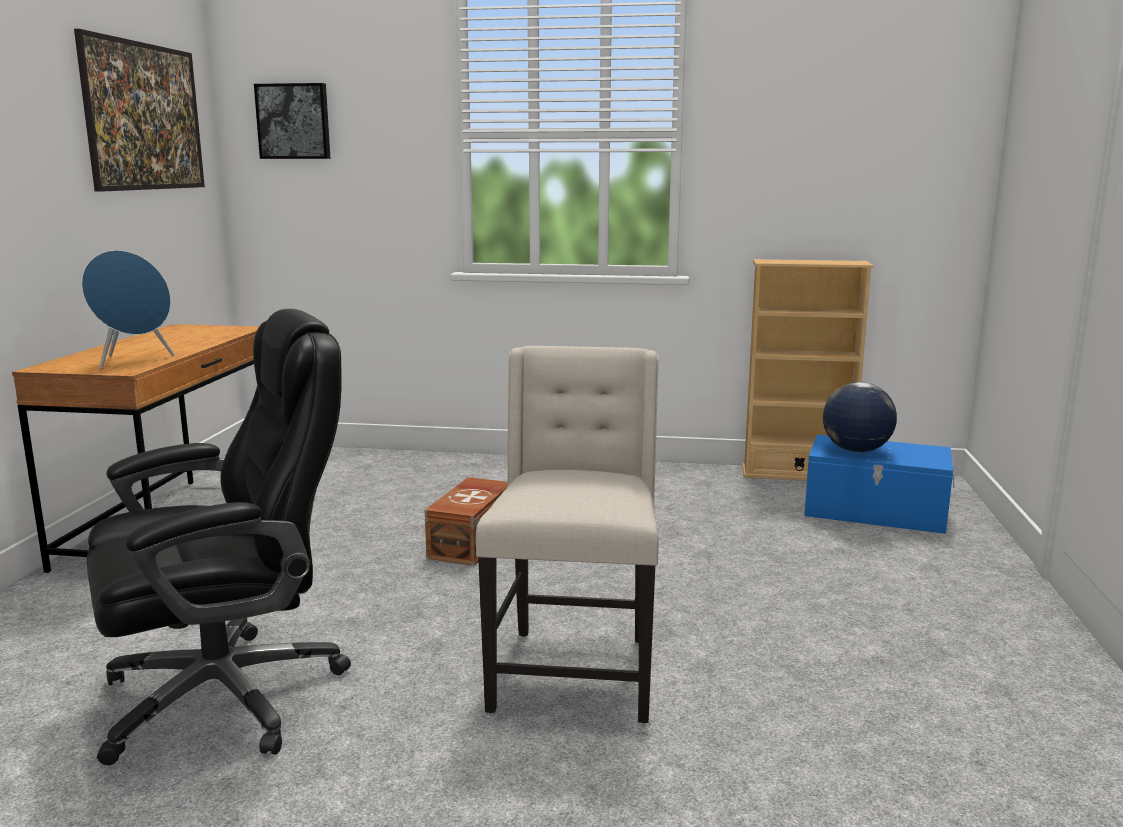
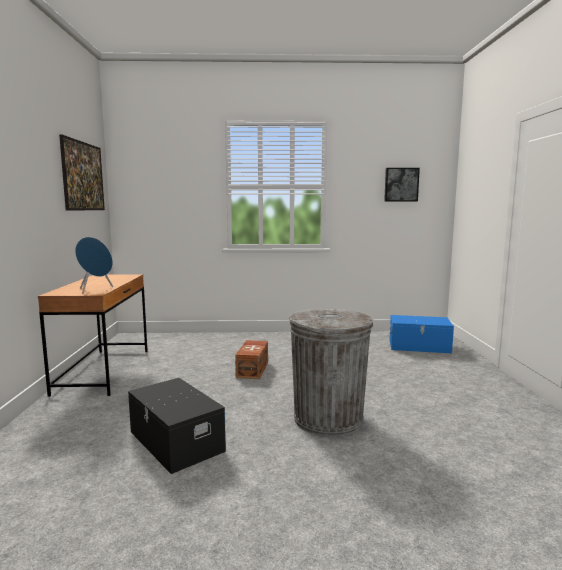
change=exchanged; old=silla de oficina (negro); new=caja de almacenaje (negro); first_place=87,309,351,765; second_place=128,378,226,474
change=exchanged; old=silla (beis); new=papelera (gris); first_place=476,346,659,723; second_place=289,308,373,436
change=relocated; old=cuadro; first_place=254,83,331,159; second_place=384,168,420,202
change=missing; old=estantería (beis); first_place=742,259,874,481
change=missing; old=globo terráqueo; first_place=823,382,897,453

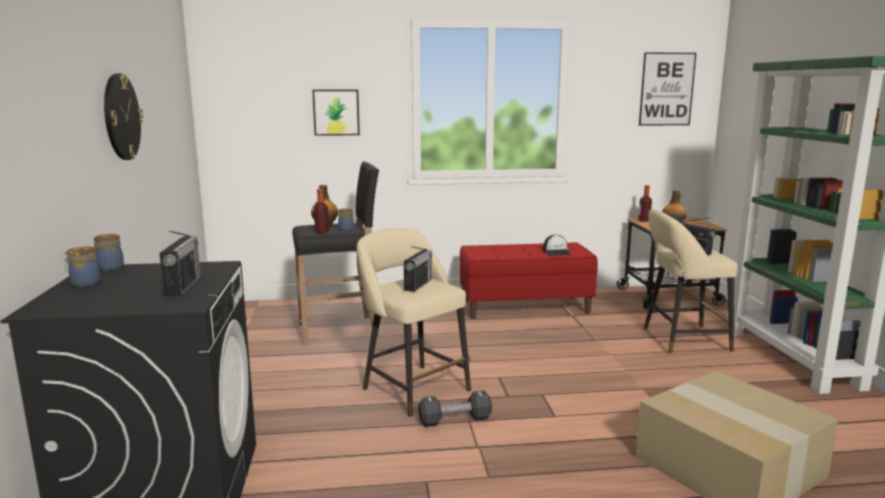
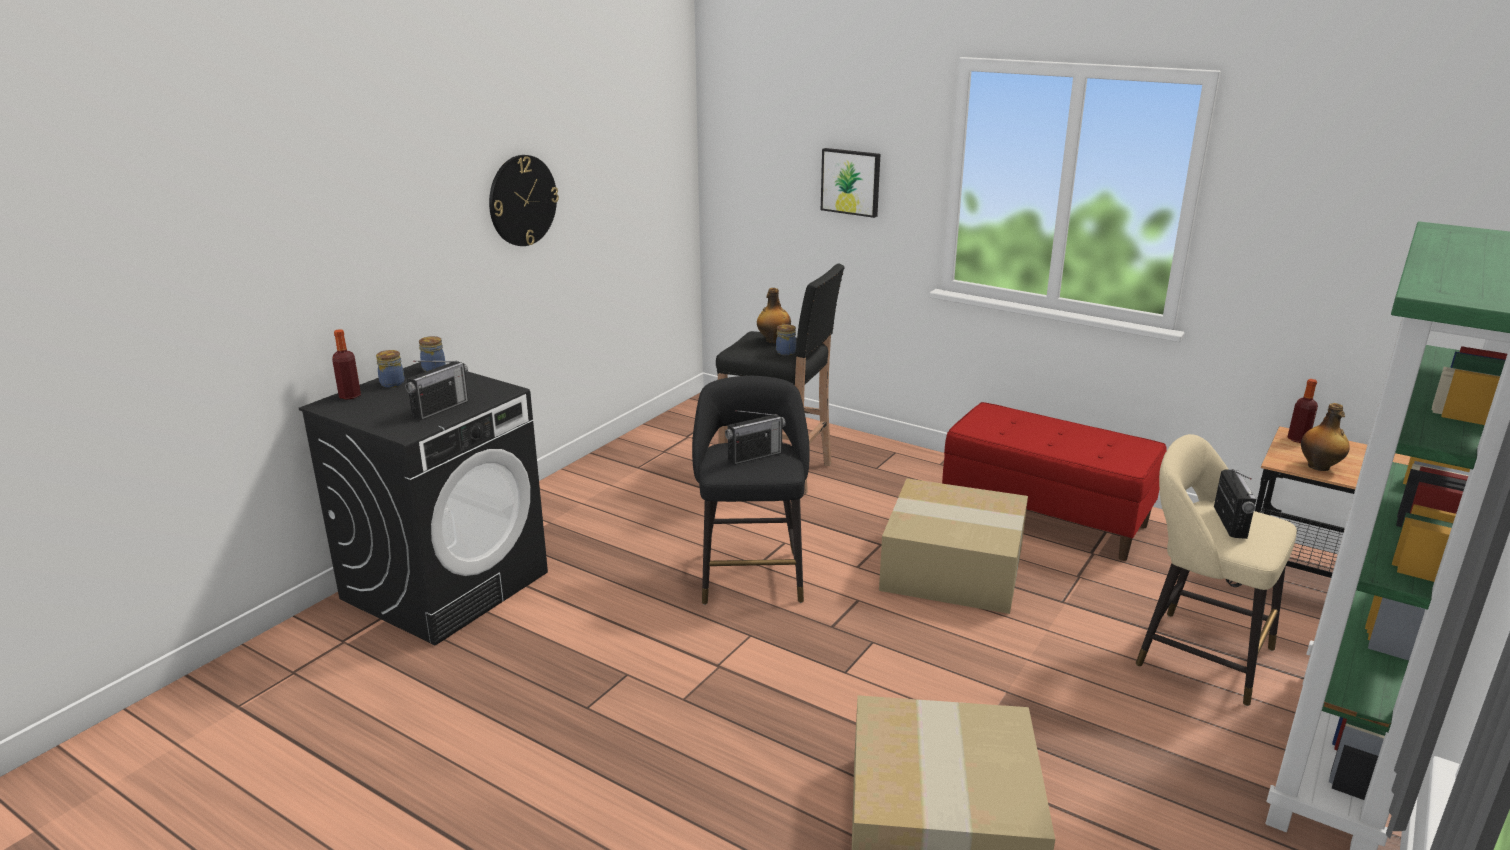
change=relocated; old=botella; first_place=314,189,329,234; second_place=332,329,361,400
change=colour; old=taburete (beis); new=taburete (negro); first_place=357,228,471,417; second_place=692,376,810,605
change=appeared; new=caja de cartón; second_place=879,478,1028,614
change=missing; old=mancuerna (negro); first_place=418,390,492,427
change=missing; old=gorra; first_place=543,234,572,256
change=missing; old=cuadro; first_place=639,53,696,126

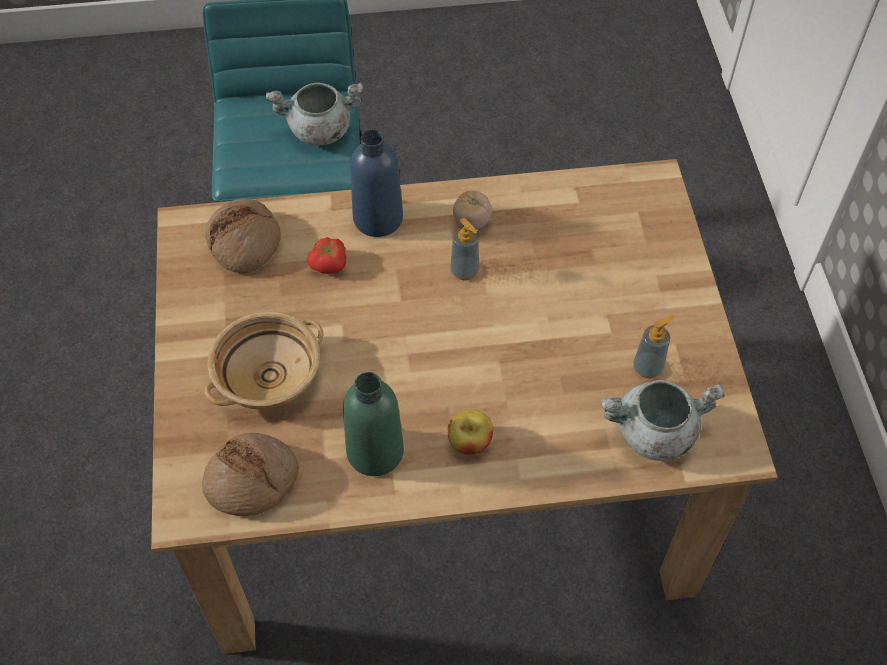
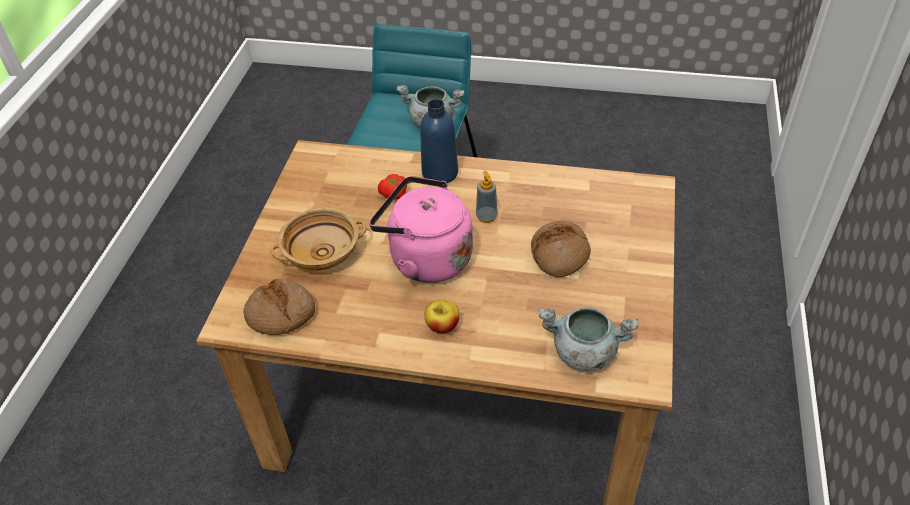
change=appeared; new=hervidor (rosa); second_place=369,176,473,283
change=relocated; old=pan; first_place=205,199,281,274; second_place=531,220,591,277
change=missing; old=botella (verde); first_place=343,372,404,476
change=missing; old=tomate; first_place=453,190,492,230
change=missing; old=dispensador de jabón; first_place=633,315,675,378

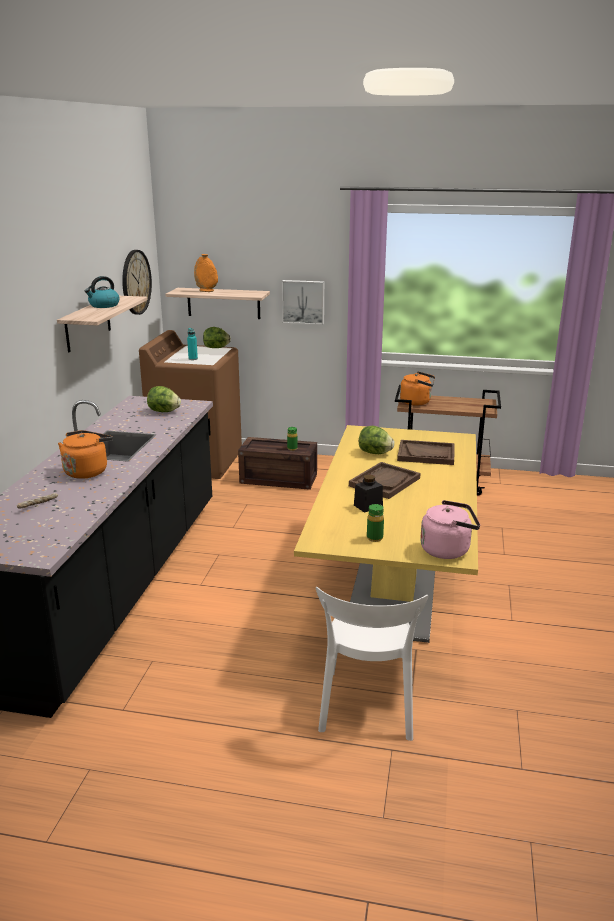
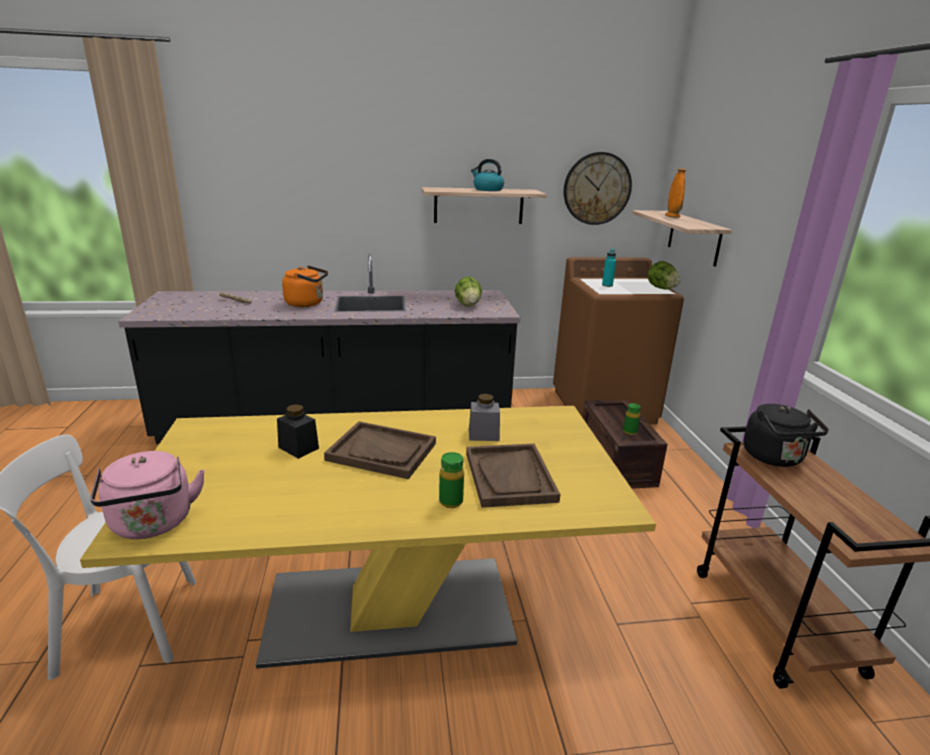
change=relocated; old=botella (verde); first_place=367,504,384,542; second_place=439,452,464,508
change=exchanged; old=lechuga; new=tarro (gris); first_place=359,426,394,454; second_place=469,394,500,441
change=colour; old=hervidor (naranja); new=hervidor (negro); first_place=400,371,435,406; second_place=744,404,829,467
change=missing; old=cuadro; first_place=282,280,324,325

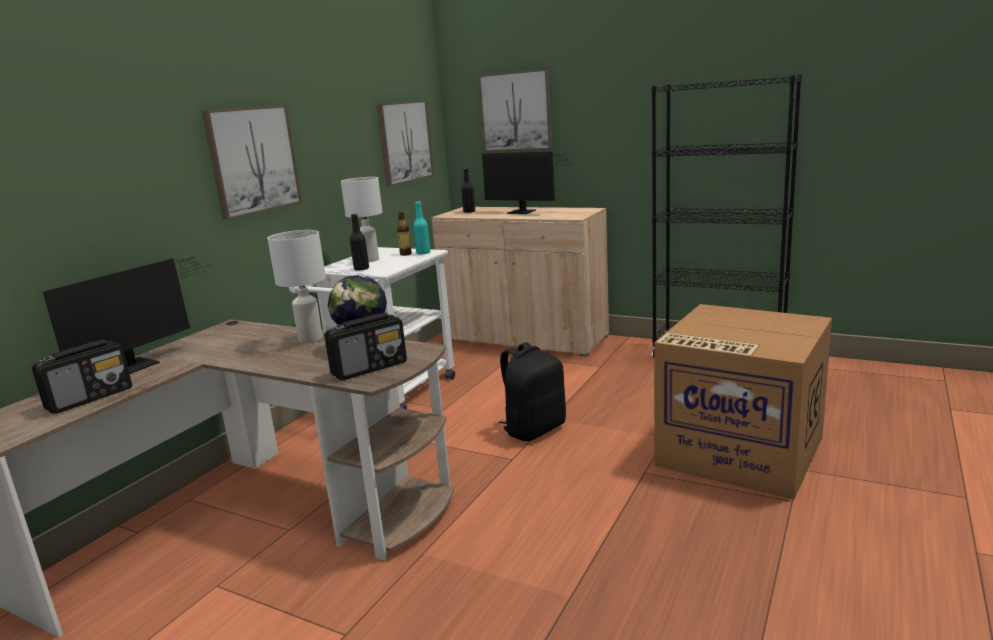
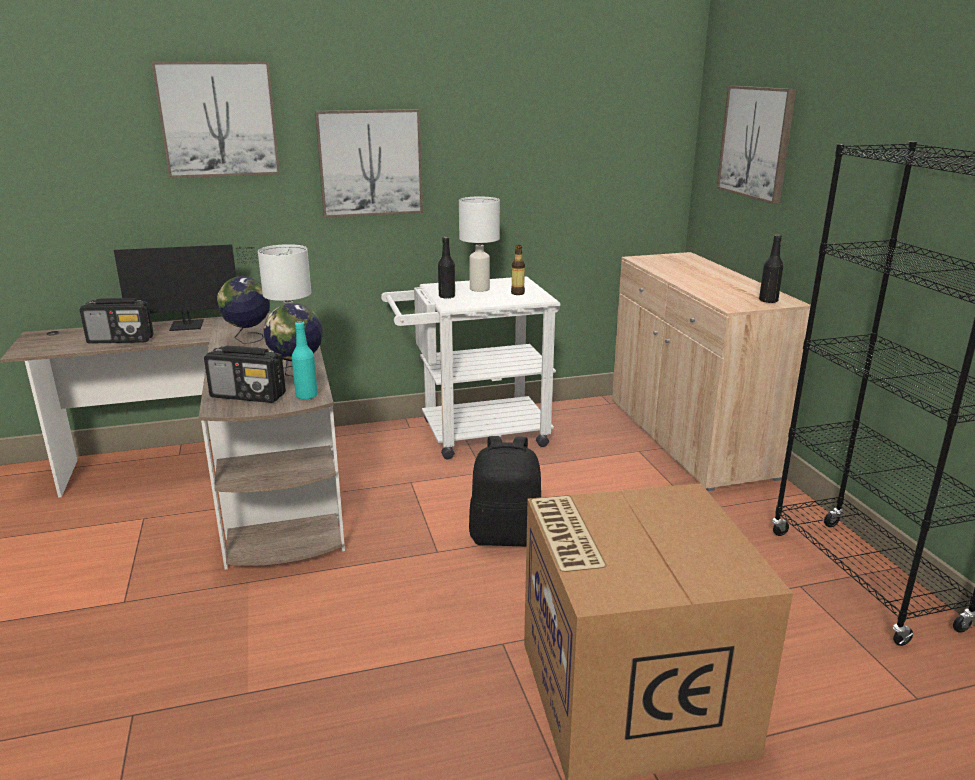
change=relocated; old=cuadro; first_place=377,100,434,186; second_place=151,61,280,178
change=appeared; new=globo terráqueo; second_place=217,276,270,344
change=relocated; old=botella (turquesa); first_place=413,201,430,254; second_place=292,321,318,400
change=relocated; old=botella (negro); first_place=461,168,475,213; second_place=759,235,783,303
change=missing; old=monitor; first_place=482,152,577,214

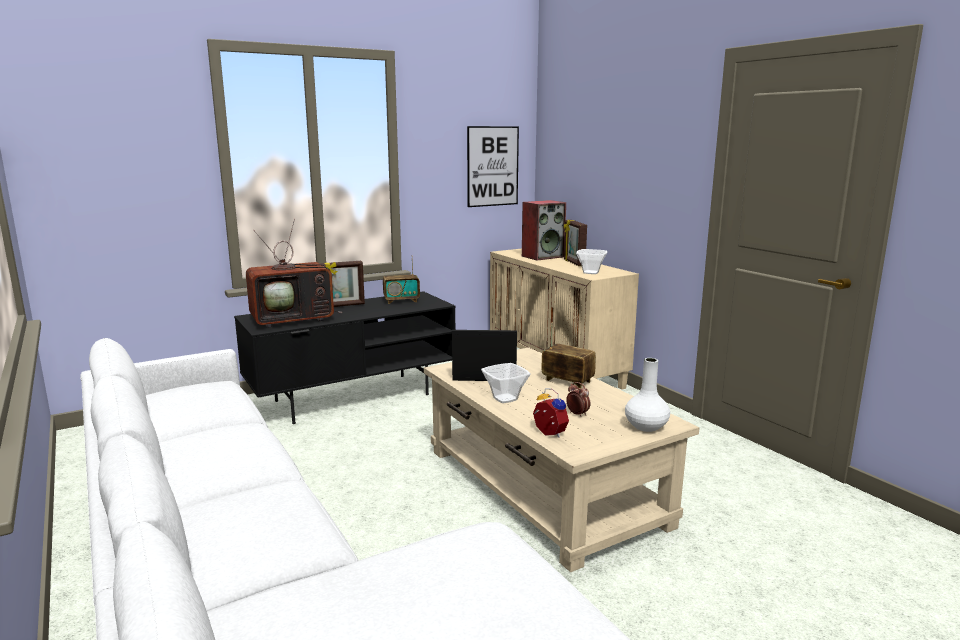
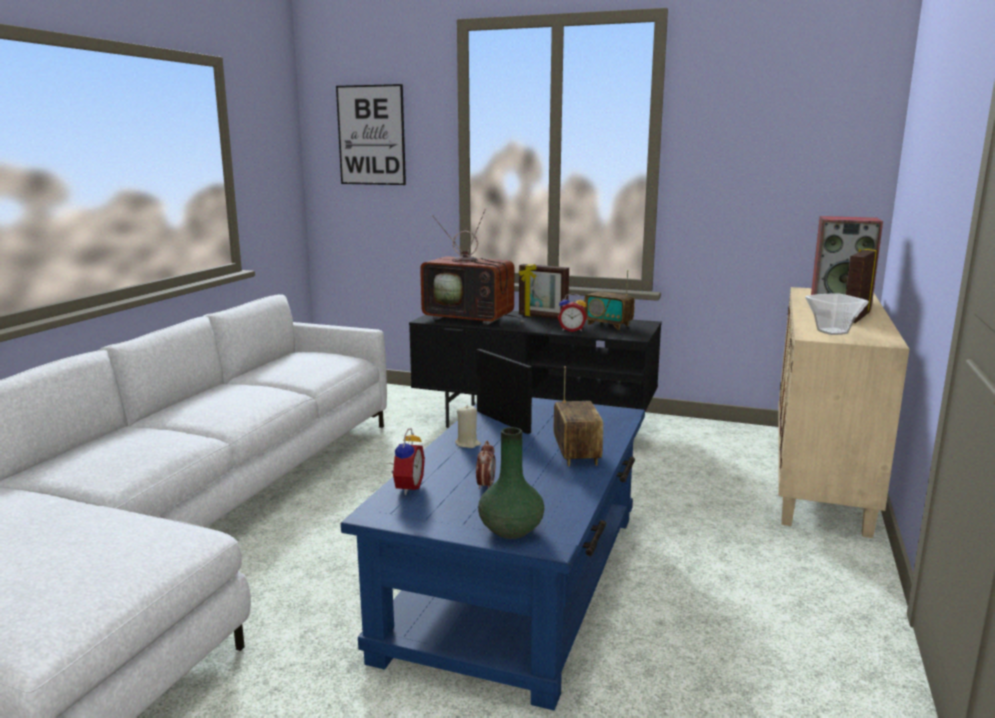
change=relocated; old=cuadro; first_place=467,126,519,207; second_place=336,84,406,185
change=colour; old=mesa de centro (beis); new=mesa de centro (azul); first_place=424,347,699,572; second_place=341,397,645,710
change=exchanged; old=cuenco; new=vela (beis); first_place=481,363,531,403; second_place=455,405,481,448
change=colour; old=florero (blanco); new=florero (verde); first_place=625,358,670,432; second_place=478,427,545,539
change=appeared; new=despertador; second_place=558,293,587,332

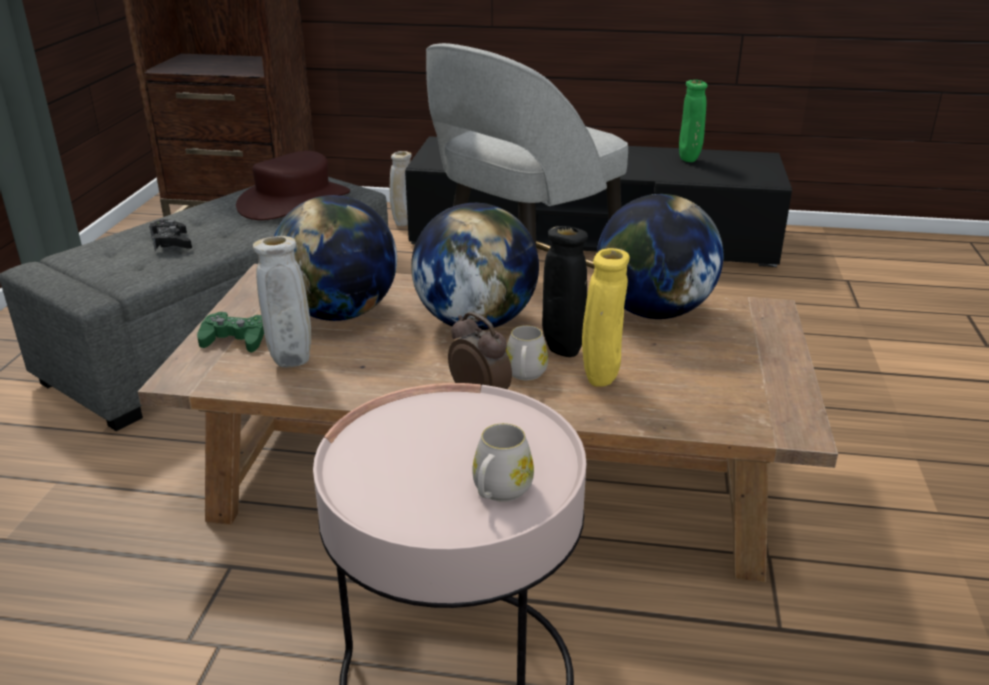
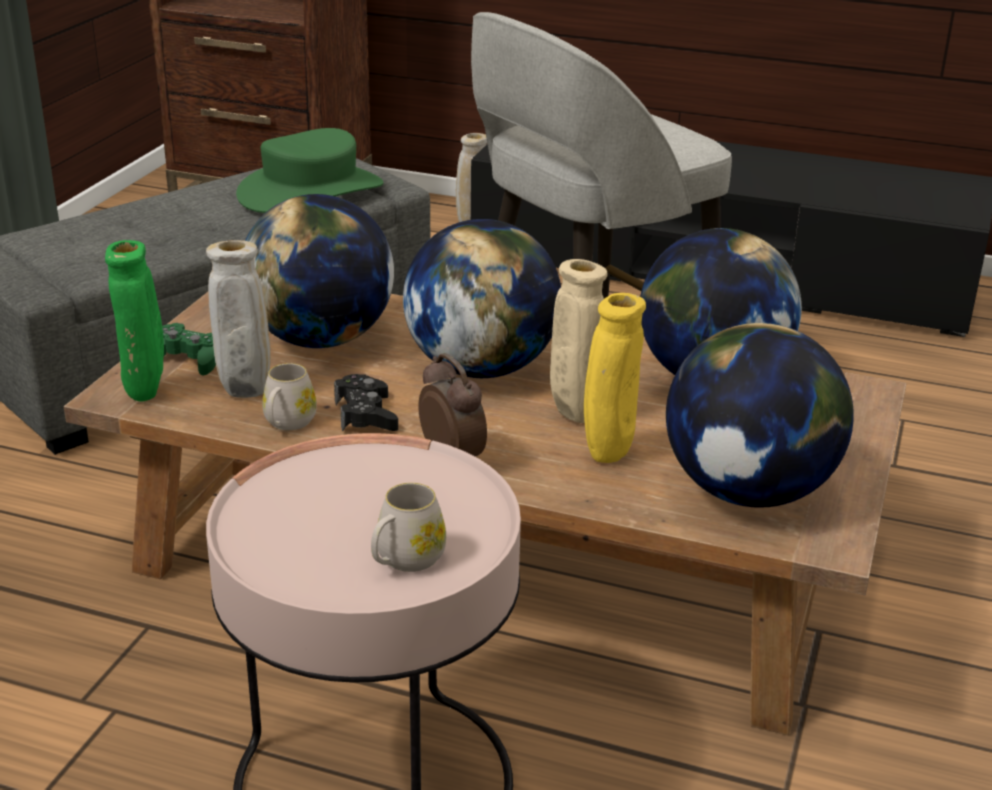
change=relocated; old=florero (verde); first_place=679,80,708,162; second_place=105,240,164,401
change=colour; old=sombrero (marrón); new=sombrero (verde); first_place=236,151,350,220; second_place=236,128,384,213
change=relocated; old=taza grande (blanco); first_place=506,325,548,380; second_place=262,363,317,430
change=relocated; old=mando de consola (negro); first_place=149,219,192,251; second_place=334,374,398,432
change=colour; old=florero (negro); new=florero (beis); first_place=542,226,588,357; second_place=550,259,607,423
change=appeared; new=globo terráqueo; second_place=666,323,854,508

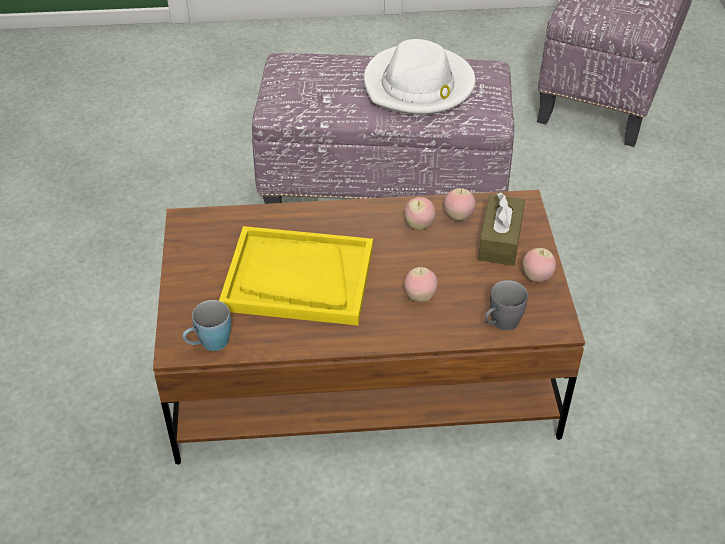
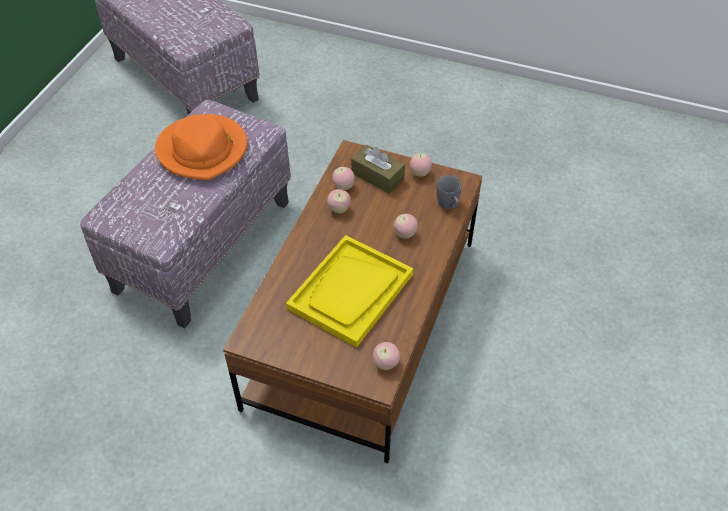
change=colour; old=sombrero (blanco); new=sombrero (naranja); first_place=364,39,476,115; second_place=155,114,247,180
change=exchanged; old=taza grande (azul); new=manzana; first_place=182,300,231,351; second_place=373,342,400,370

